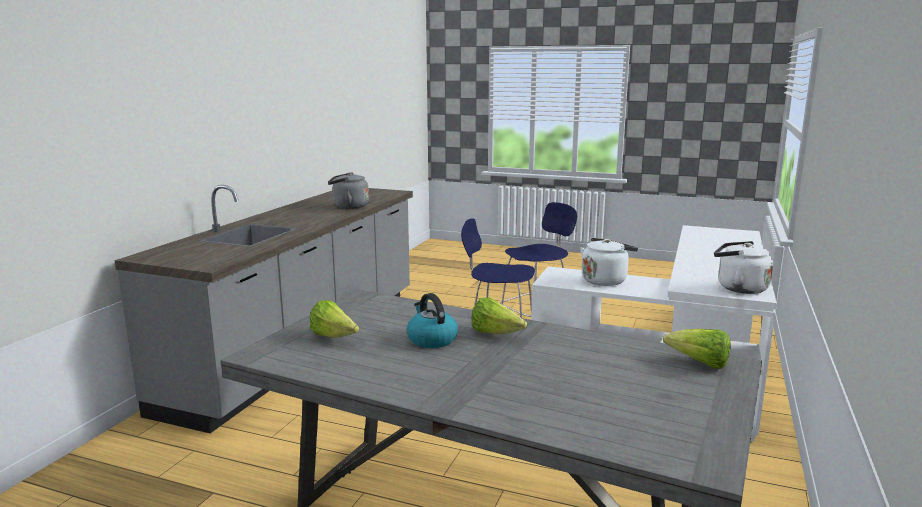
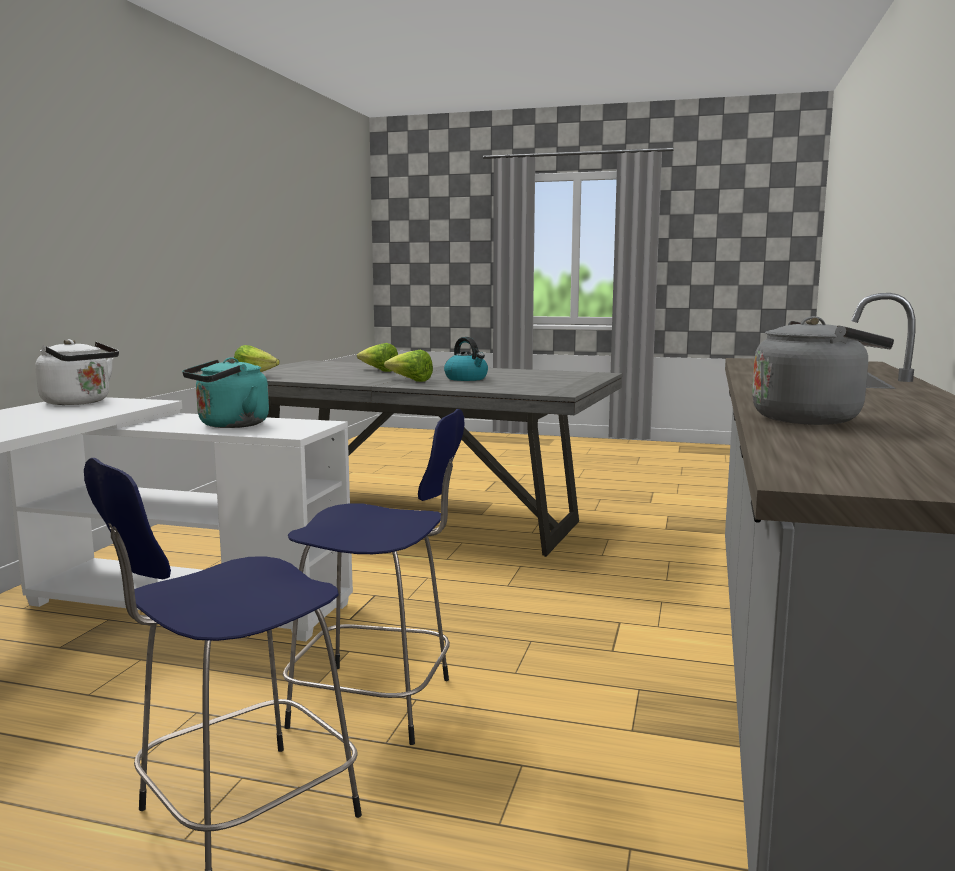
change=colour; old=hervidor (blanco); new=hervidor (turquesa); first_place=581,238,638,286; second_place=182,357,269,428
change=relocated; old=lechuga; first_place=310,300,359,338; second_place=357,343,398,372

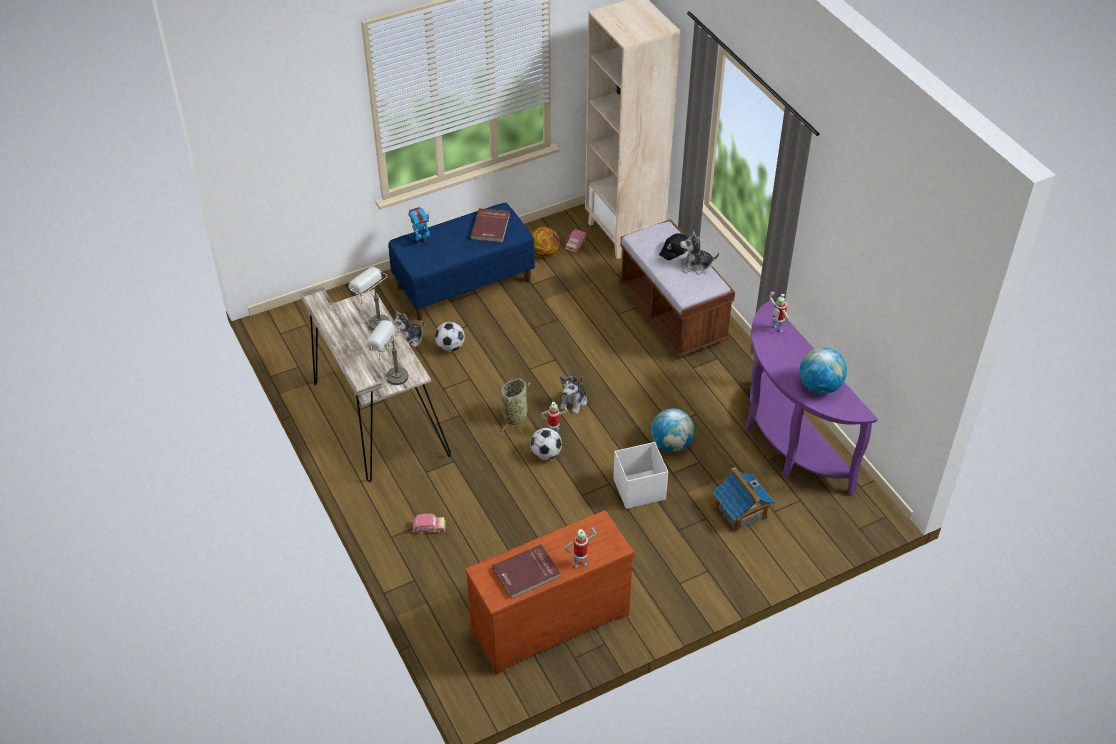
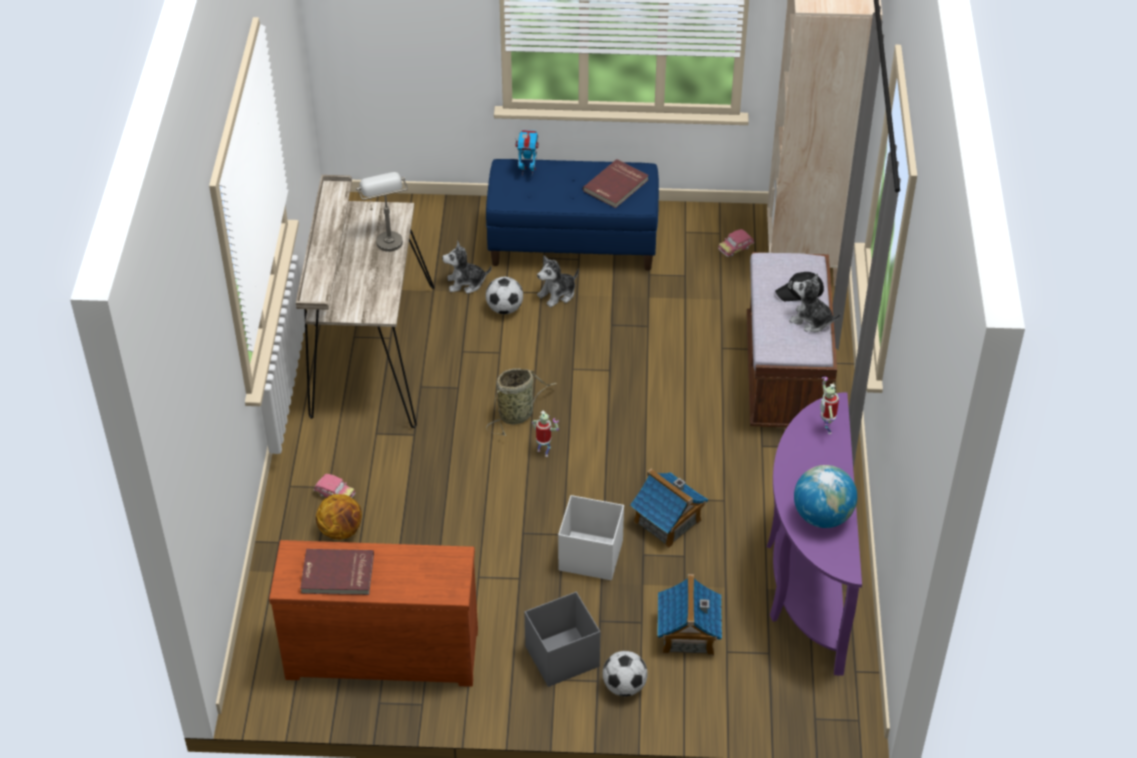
change=relocated; old=balón de baloncesto; first_place=531,227,560,258; second_place=316,494,362,540
change=appeared; new=caja de almacenaje (gris); second_place=524,592,600,687
change=relocated; old=peluche; first_place=560,376,587,414; second_place=537,256,579,307
change=relocated; old=balón de fútbol; first_place=530,428,562,460; second_place=602,651,648,696
change=exchanged; old=globo terráqueo; new=casita; first_place=651,408,695,452; second_place=630,468,708,548
change=missing; old=lámpara de mesa (gris); first_place=365,320,408,385
change=missing; old=robot de juguete; first_place=565,526,597,568

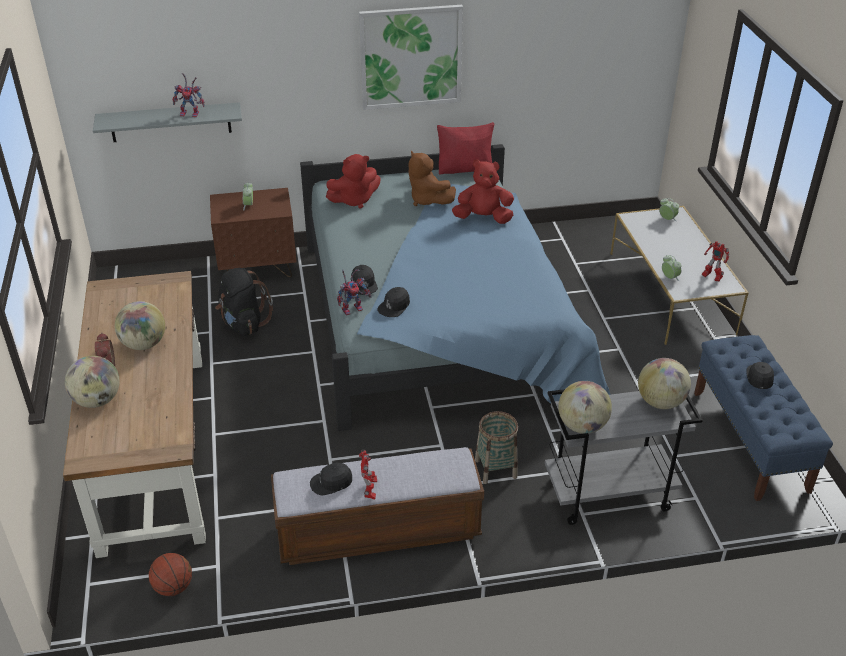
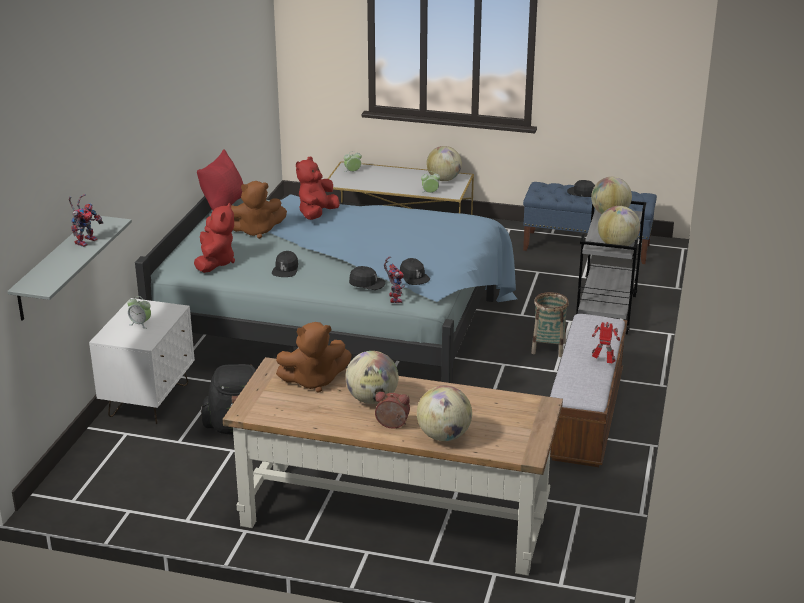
change=colour; old=mesita de noche (marrón); new=mesita de noche (blanco); first_place=210,188,297,277; second_place=89,298,195,424
change=relocated; old=gorra (negro); first_place=310,463,352,495; second_place=272,251,298,277
change=appeared; new=peluche (marrón); second_place=276,322,352,393
change=exchanged; old=robot de juguete; new=globo terráqueo; first_place=702,241,729,281; second_place=427,146,462,181
change=missing; old=balón de baloncesto; first_place=149,553,192,596
change=missing; old=cuadro; first_place=359,5,463,110

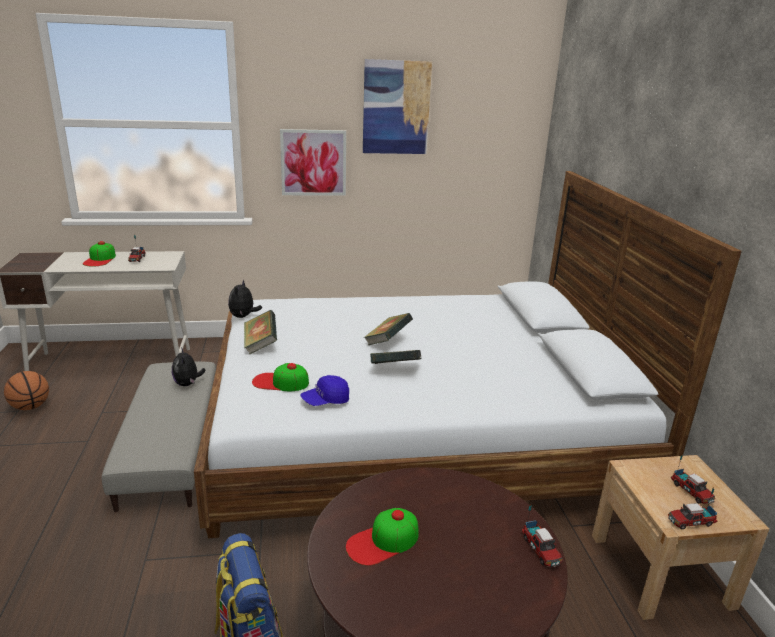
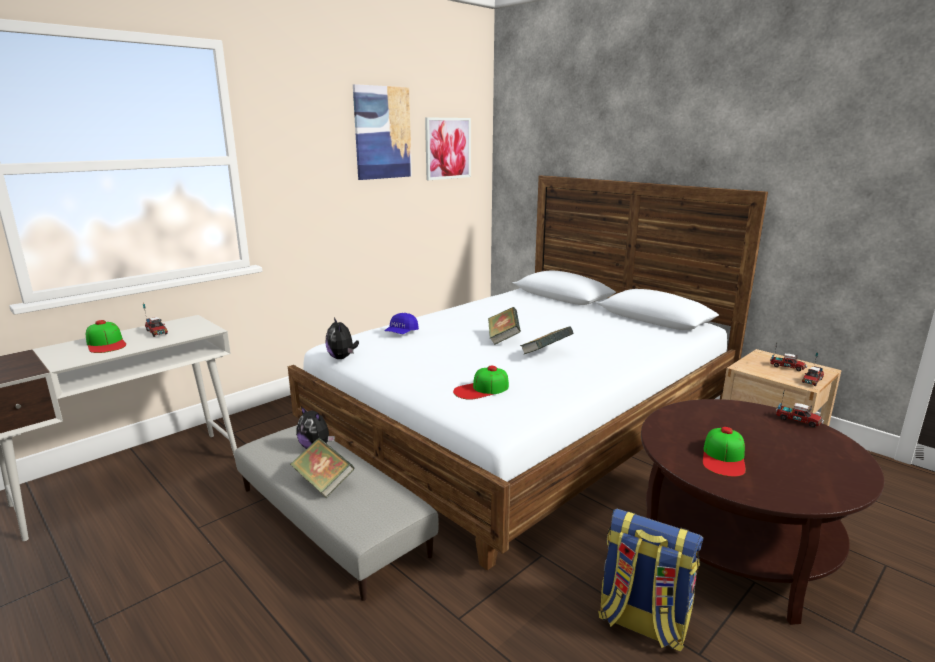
change=relocated; old=libro; first_place=244,310,277,354; second_place=290,438,355,498
change=relocated; old=gorra (azul); first_place=300,375,349,406; second_place=384,313,419,334
change=relocated; old=cuadro; first_place=280,129,346,196; second_place=425,117,471,180
change=missing; old=balón de baloncesto; first_place=4,371,49,410

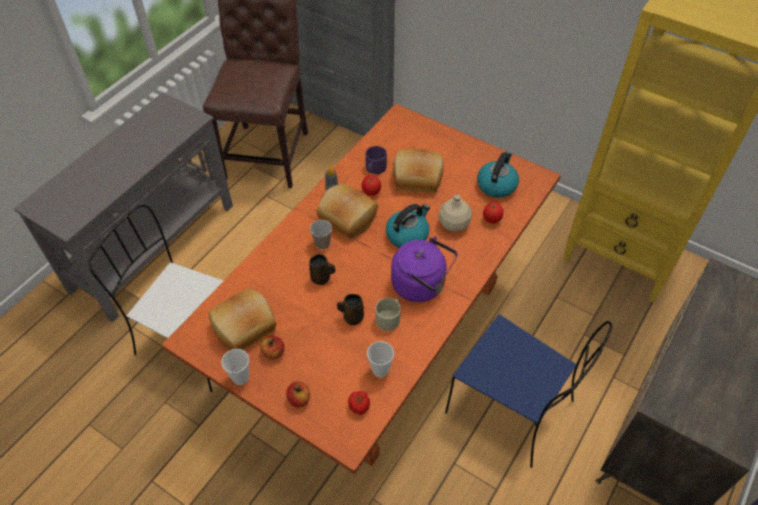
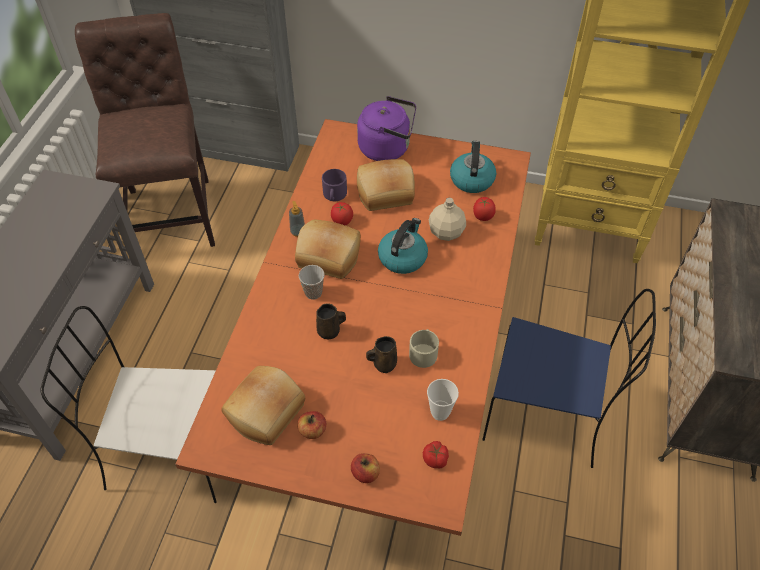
change=relocated; old=hervidor (morado); first_place=391,237,457,302; second_place=357,96,416,161
change=missing; old=taza; first_place=221,349,249,385

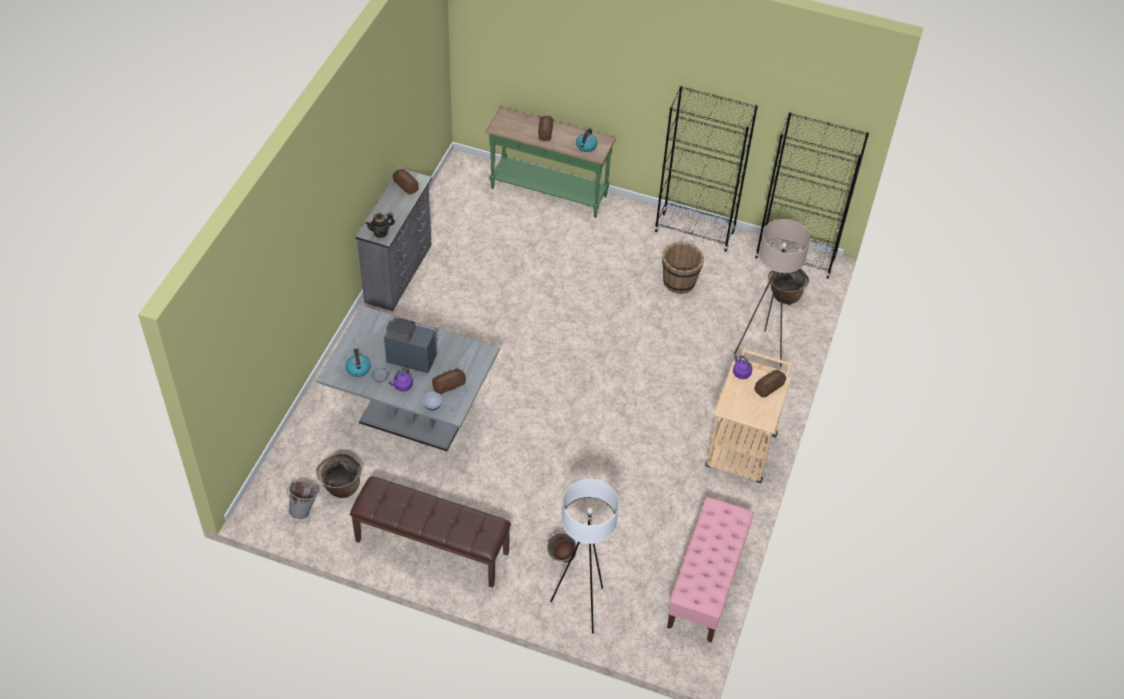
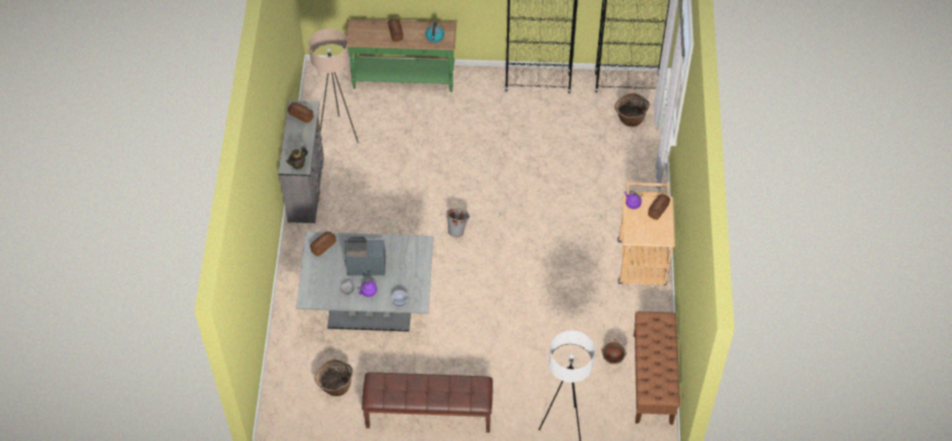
change=relocated; old=lámpara de pie (beis); first_place=734,219,811,367; second_place=309,28,358,143
change=relocated; old=pan; first_place=432,369,466,394; second_place=310,232,336,256
change=relocated; old=cubo (gris); first_place=287,481,318,519; second_place=446,208,470,237
change=relocated; old=cubo (verde); first_place=547,531,578,563; second_place=601,339,627,364
change=colour; old=banco (rosa); new=banco (marrón); first_place=667,497,754,643; second_place=633,311,680,425
change=missing; old=hervidor; first_place=346,348,371,377
change=missing; old=cubo (marrón); first_place=662,243,704,294

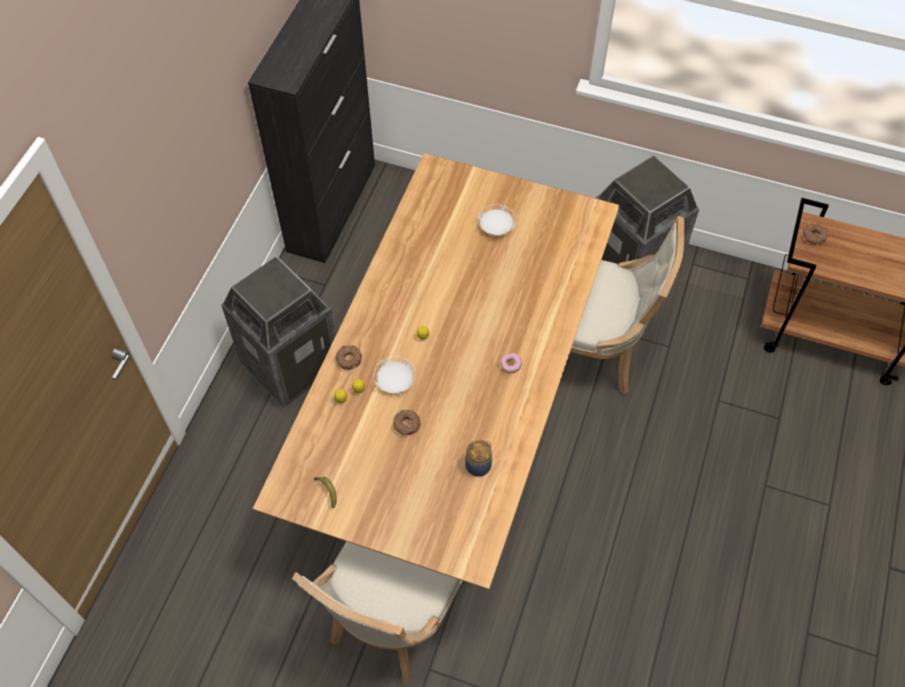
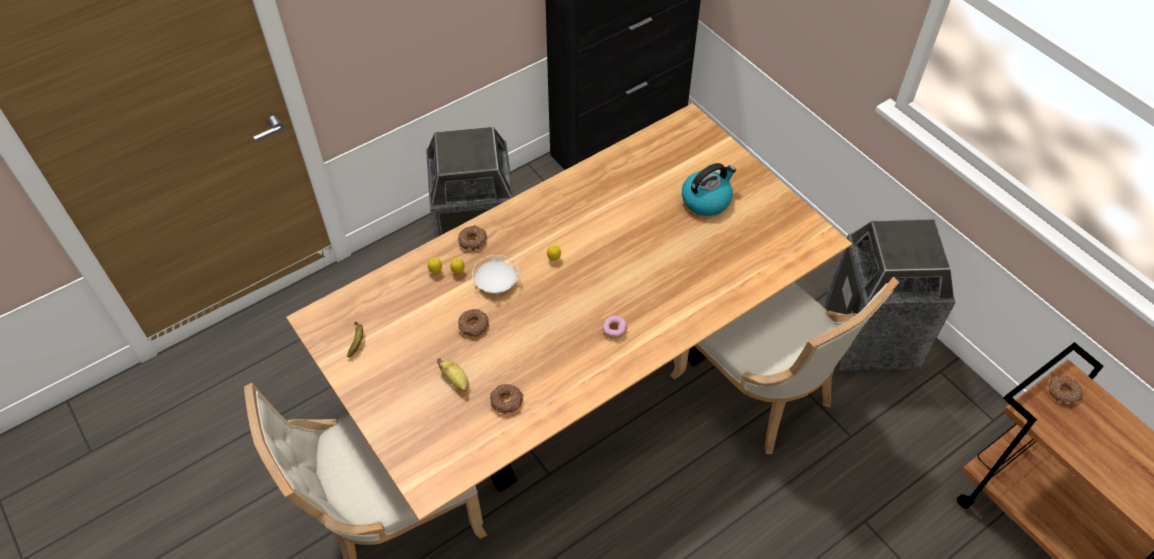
change=appeared; new=plátano; second_place=437,358,469,392
change=exchanged; old=tarro; new=rosquilla; first_place=465,440,492,477; second_place=490,384,524,414
change=exchanged; old=plato (blanco); new=hervidor; first_place=478,204,516,236; second_place=682,163,736,216

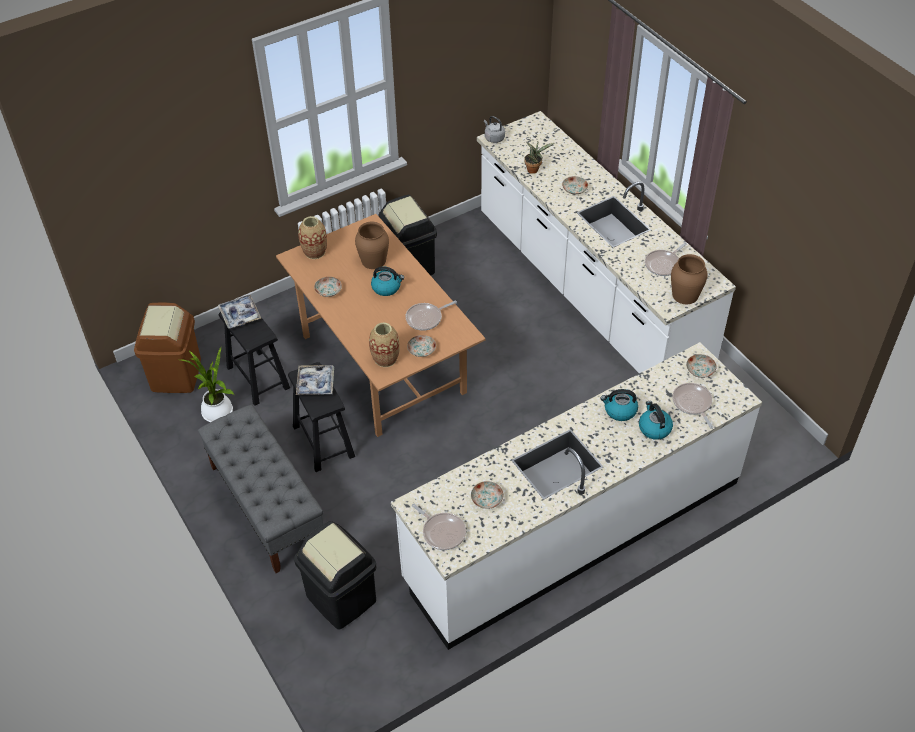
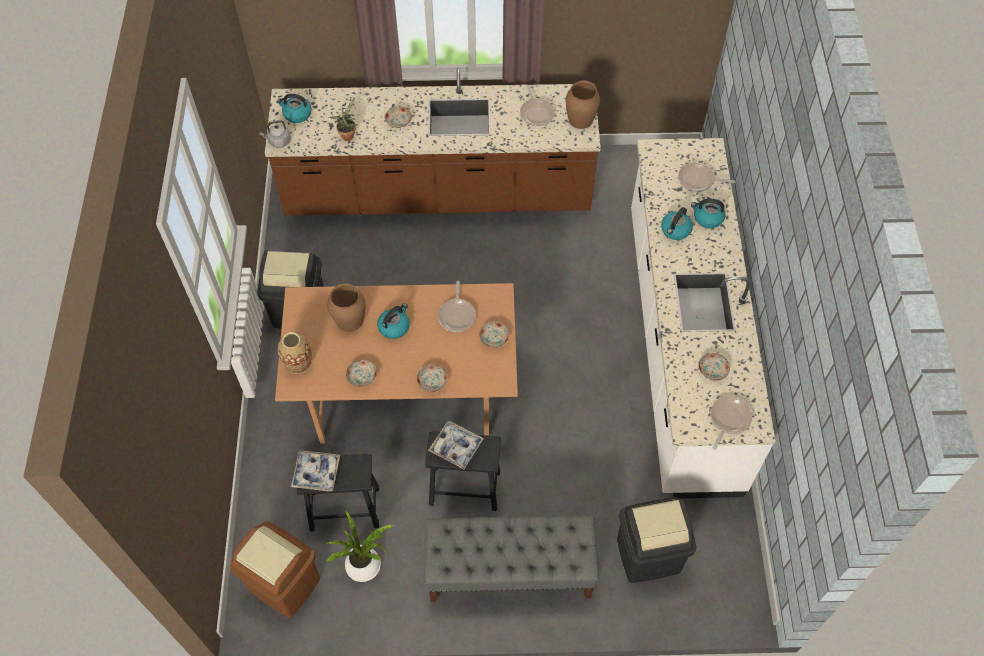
change=colour; old=mueble bajo de cocina (blanco); new=mueble bajo de cocina (marrón); first_place=477,111,736,373; second_place=265,68,601,216
change=appeared; new=hervidor; second_place=277,94,312,123
change=relocated; old=plato; first_place=686,354,717,378; second_place=417,364,448,392
change=spun; old=sartén; first_place=412,504,466,550; second_place=710,396,752,450; degrees=-45
change=missing; old=florero; first_place=369,322,400,367

